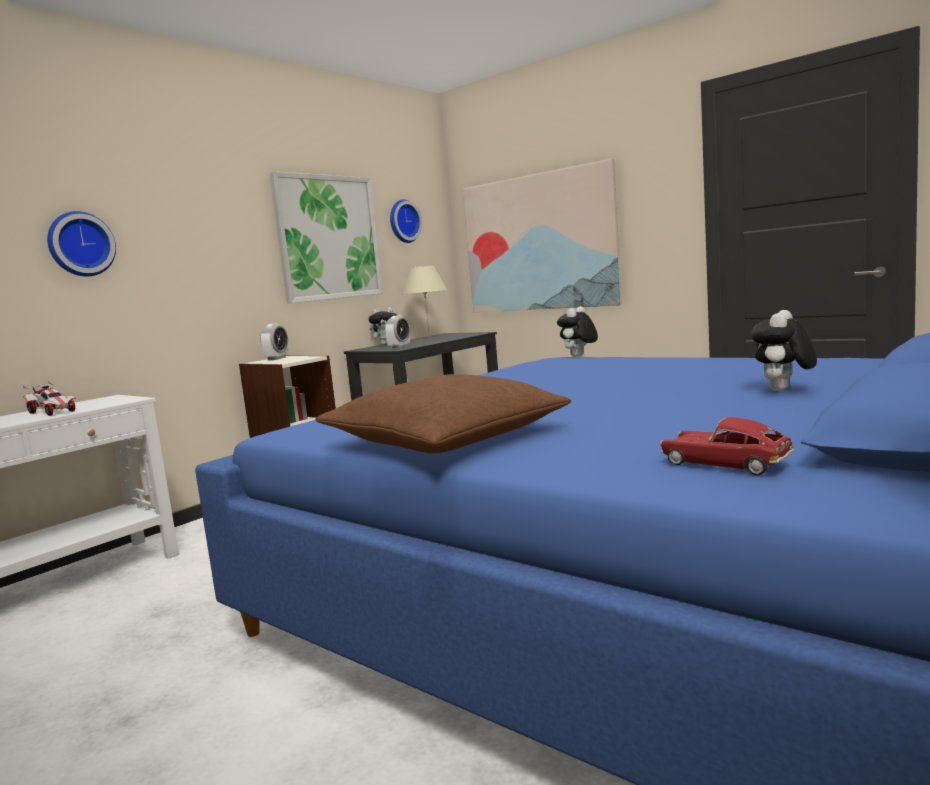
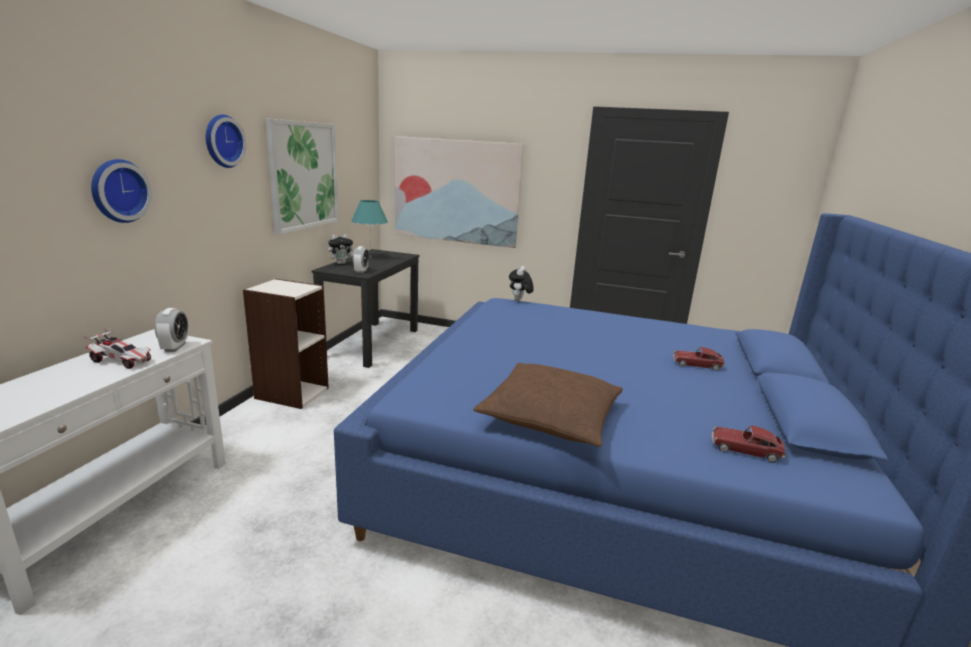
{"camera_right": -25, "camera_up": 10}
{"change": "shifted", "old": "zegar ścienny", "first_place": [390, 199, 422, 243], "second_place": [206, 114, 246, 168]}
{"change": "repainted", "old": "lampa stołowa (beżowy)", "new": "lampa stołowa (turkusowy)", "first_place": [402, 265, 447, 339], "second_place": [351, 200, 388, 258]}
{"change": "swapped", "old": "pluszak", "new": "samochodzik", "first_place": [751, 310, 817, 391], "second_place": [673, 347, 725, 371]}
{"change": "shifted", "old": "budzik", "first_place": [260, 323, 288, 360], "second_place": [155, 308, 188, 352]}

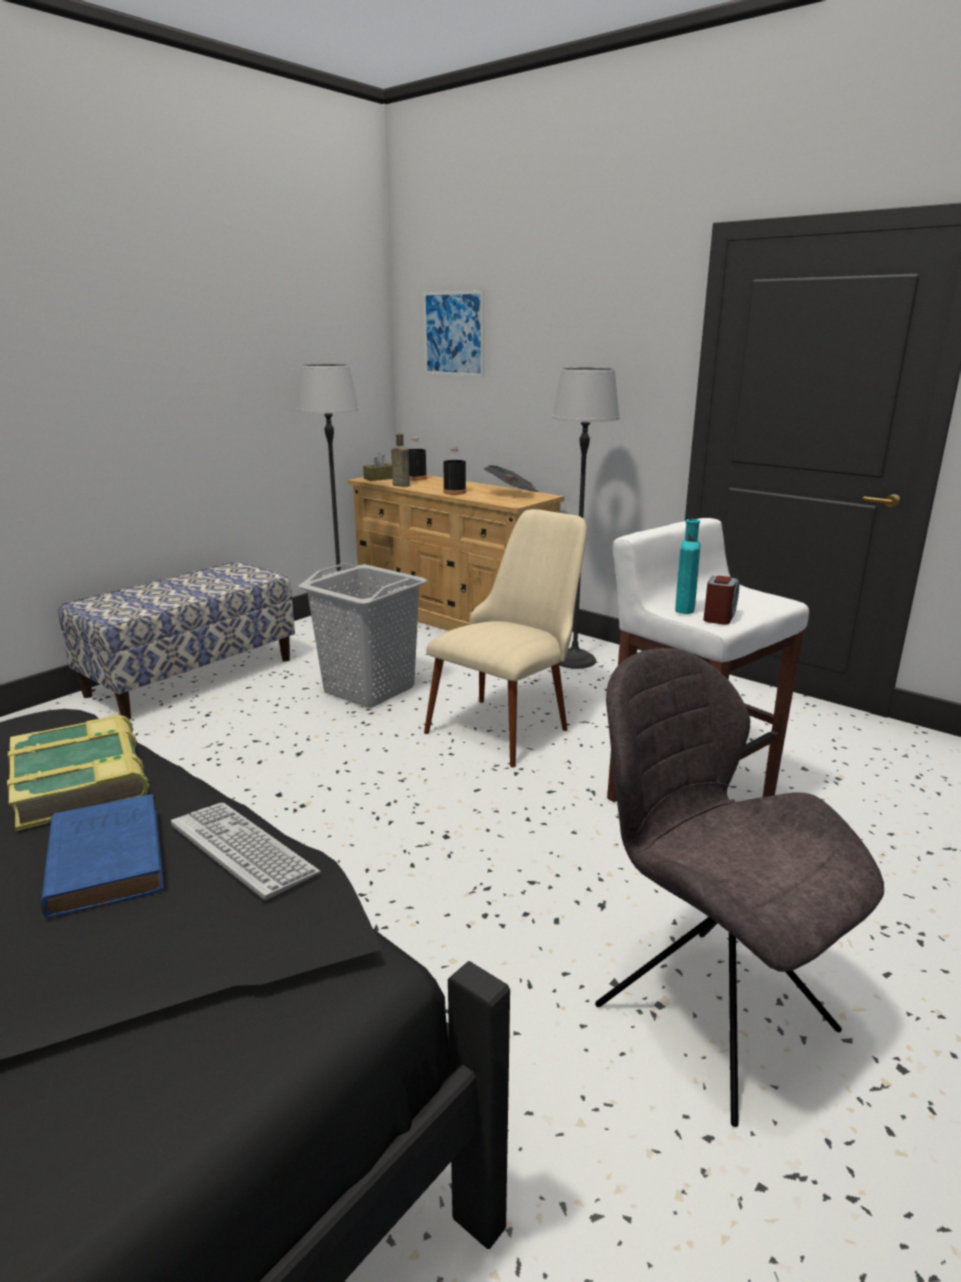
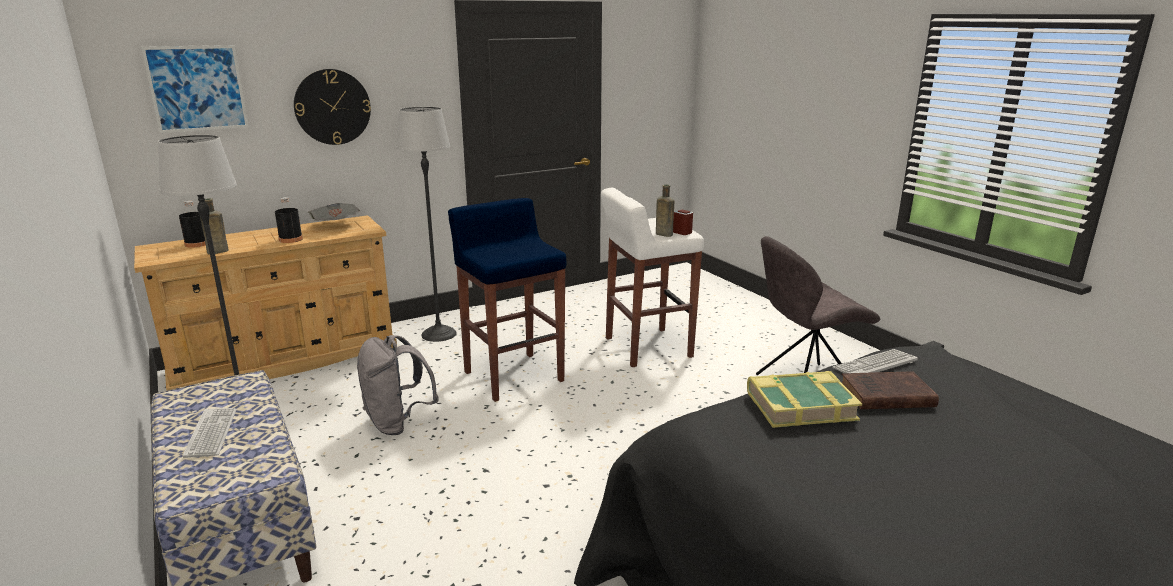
{"camera_right": -70, "camera_up": 0}
{"change": "gone", "old": "pudełko chusteczek (brązowy)", "first_place": [363, 453, 393, 481]}
{"change": "swapped", "old": "krzesło (beżowy)", "new": "stołek (niebieski)", "first_place": [424, 509, 587, 767], "second_place": [448, 198, 566, 402]}
{"change": "repainted", "old": "butelka (turkusowy)", "new": "butelka (brązowy)", "first_place": [675, 519, 700, 614], "second_place": [656, 184, 674, 237]}
{"change": "swapped", "old": "kosz na pranie (szary)", "new": "plecak (szary)", "first_place": [298, 563, 427, 708], "second_place": [357, 335, 439, 435]}
{"change": "repainted", "old": "książka (niebieski)", "new": "książka (brązowy)", "first_place": [41, 794, 164, 919], "second_place": [841, 371, 939, 409]}
{"change": "new", "new": "zegar ścienny", "second_place": [294, 69, 371, 145]}
{"change": "new", "new": "klawiatura", "second_place": [183, 408, 237, 458]}

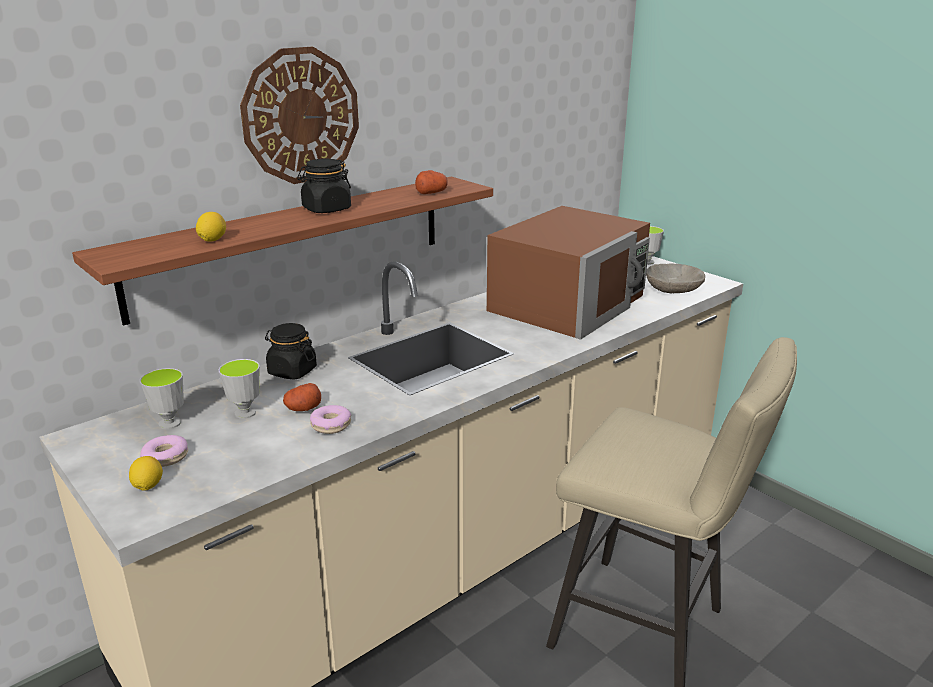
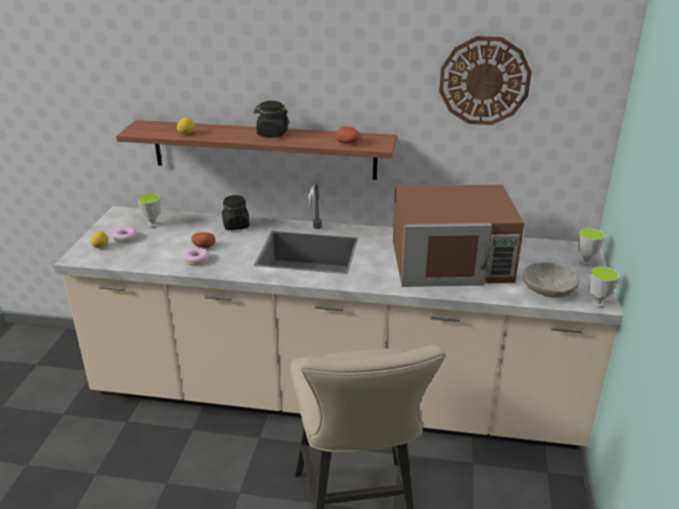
{"camera_right": 50, "camera_up": 5}
{"change": "shifted", "old": "zegar ścienny", "first_place": [240, 47, 359, 184], "second_place": [439, 36, 532, 125]}
{"change": "shifted", "old": "filiżanka", "first_place": [219, 359, 260, 419], "second_place": [589, 267, 619, 307]}

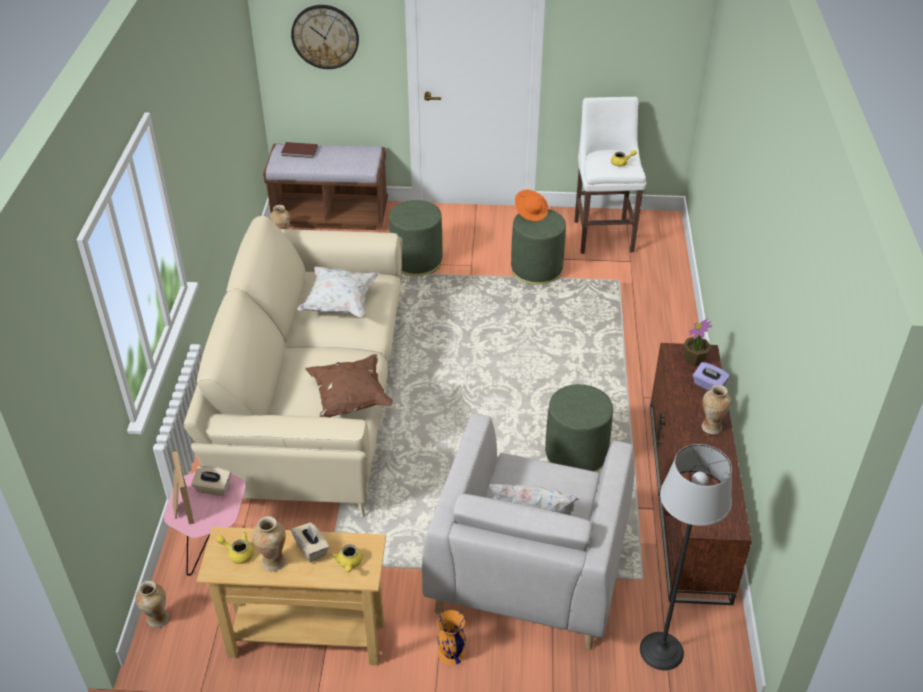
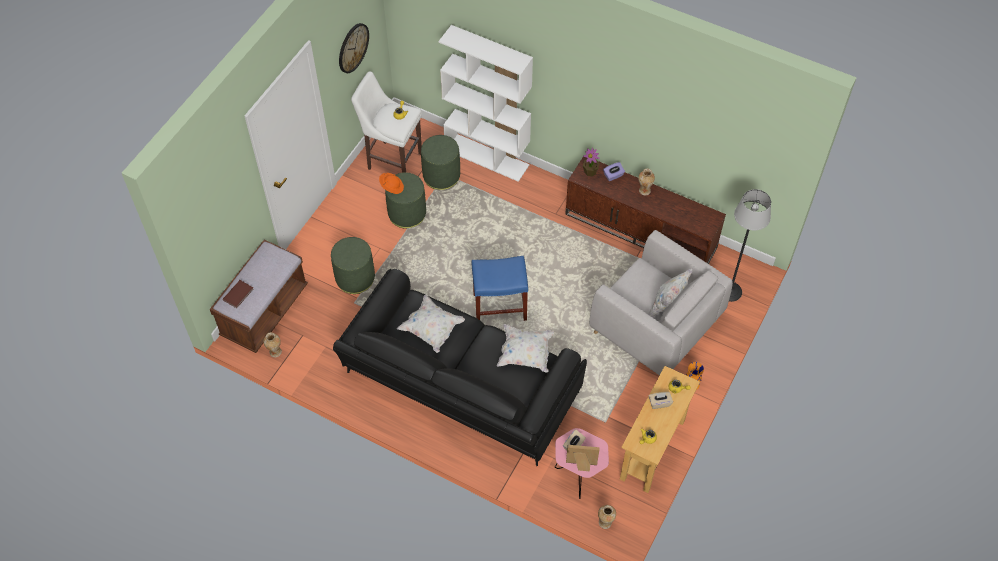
{"camera_right": -65, "camera_up": 15}
{"change": "shifted", "old": "zegar ścienny", "first_place": [291, 5, 359, 69], "second_place": [339, 23, 369, 73]}
{"change": "repainted", "old": "kanapa (beżowy)", "new": "kanapa (czarny)", "first_place": [184, 216, 403, 517], "second_place": [333, 269, 587, 466]}
{"change": "repainted", "old": "poduszka (brązowy)", "new": "poduszka (biały)", "first_place": [305, 354, 393, 417], "second_place": [497, 324, 554, 373]}
{"change": "shifted", "old": "pufa (zielony)", "first_place": [545, 384, 613, 472], "second_place": [421, 135, 460, 190]}
{"change": "gone", "old": "wazon", "first_place": [252, 516, 286, 571]}
{"change": "new", "new": "regał (biały)", "second_place": [439, 25, 533, 182]}
{"change": "new", "new": "stołek (niebieski)", "second_place": [471, 256, 528, 321]}

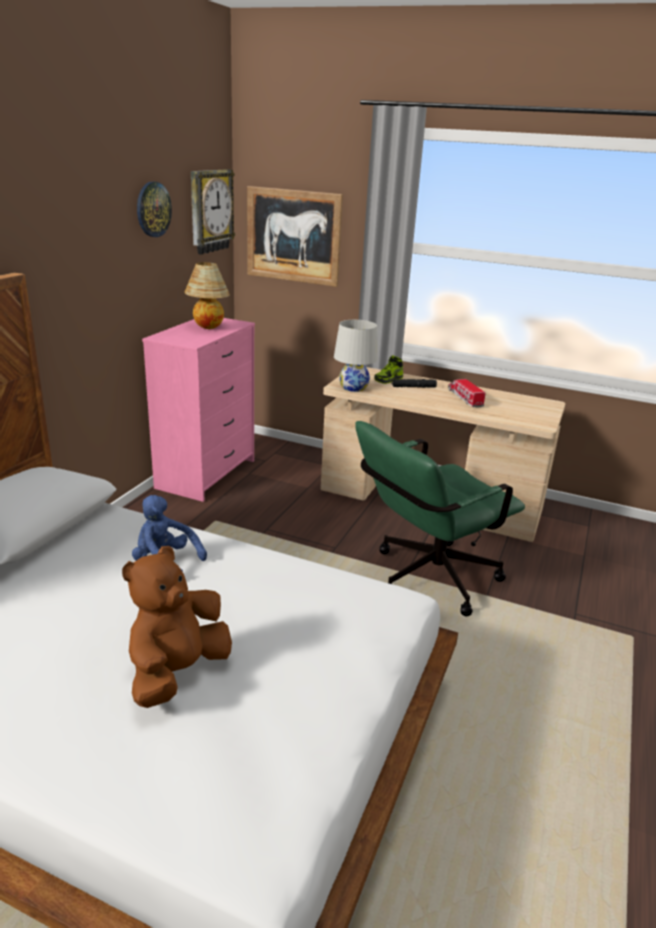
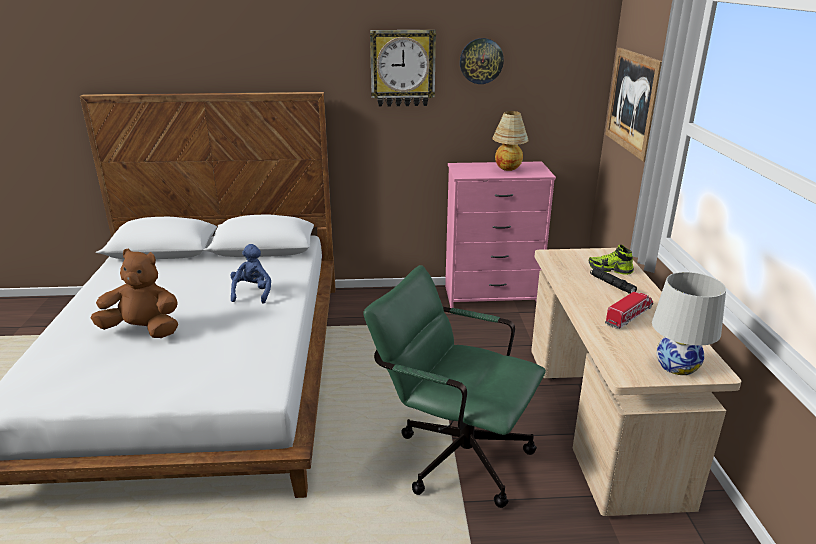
{"camera_right": 65, "camera_up": 0}
{"change": "shifted", "old": "zegar ścienny", "first_place": [191, 169, 235, 255], "second_place": [370, 30, 436, 107]}
{"change": "shifted", "old": "lampa stołowa (biały)", "first_place": [334, 320, 378, 392], "second_place": [652, 272, 726, 375]}

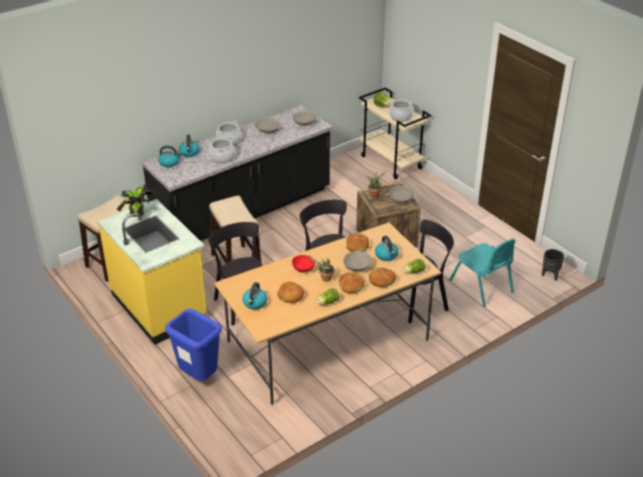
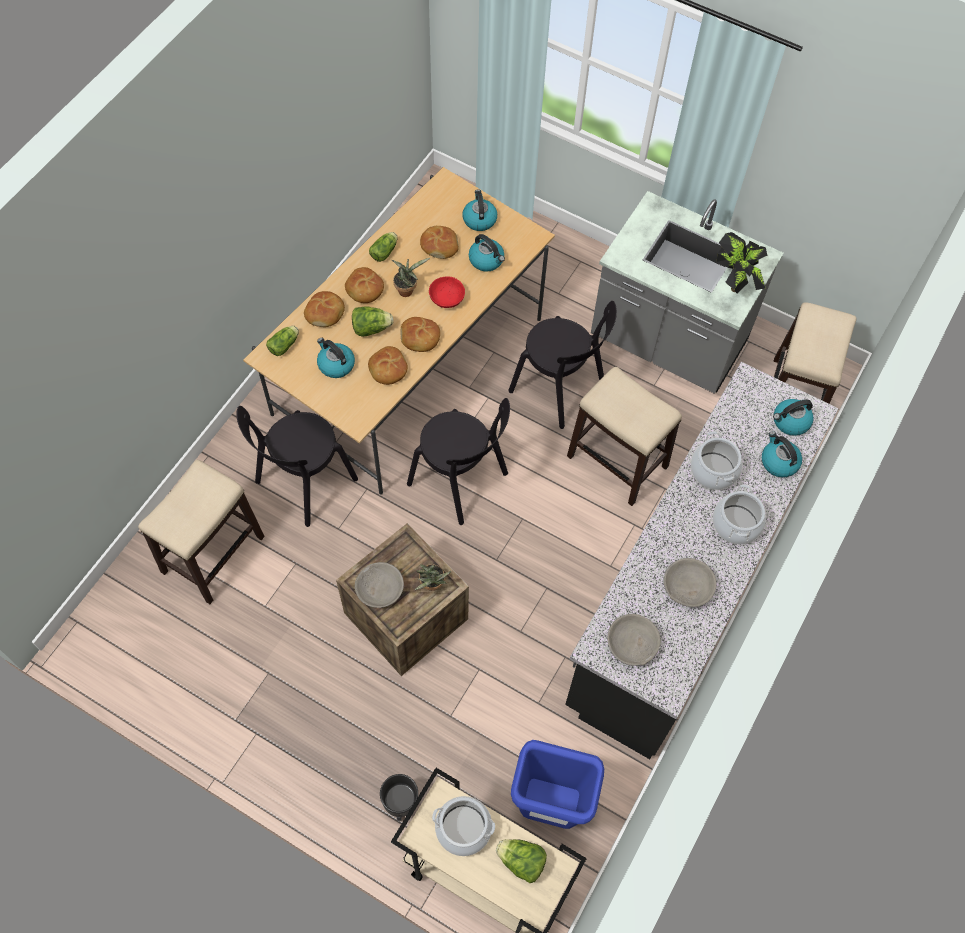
{"camera_right": 155, "camera_up": 25}
{"change": "repainted", "old": "zabudowa kuchenna (żółty)", "new": "zabudowa kuchenna (szary)", "first_place": [98, 199, 207, 345], "second_place": [591, 191, 784, 394]}
{"change": "swapped", "old": "krzesło (turkusowy)", "new": "stołek", "first_place": [449, 239, 515, 307], "second_place": [138, 460, 265, 604]}
{"change": "shifted", "old": "donica (czarny)", "first_place": [542, 249, 564, 281], "second_place": [380, 774, 418, 821]}
{"change": "swapped", "old": "miska (szary)", "new": "sałata", "first_place": [343, 251, 372, 271], "second_place": [352, 306, 393, 337]}
{"change": "shifted", "old": "kosz na śmieci (niebieski)", "first_place": [165, 309, 222, 381], "second_place": [511, 740, 604, 829]}
{"change": "new", "new": "czajnik", "second_place": [469, 234, 505, 272]}
{"change": "new", "new": "chleb", "second_place": [400, 317, 440, 352]}

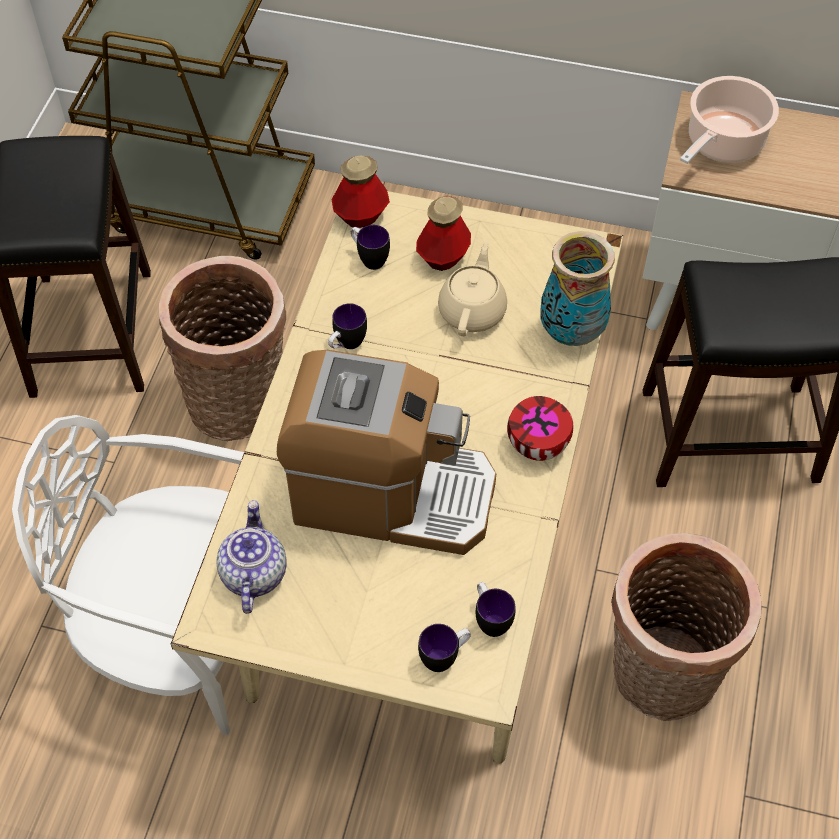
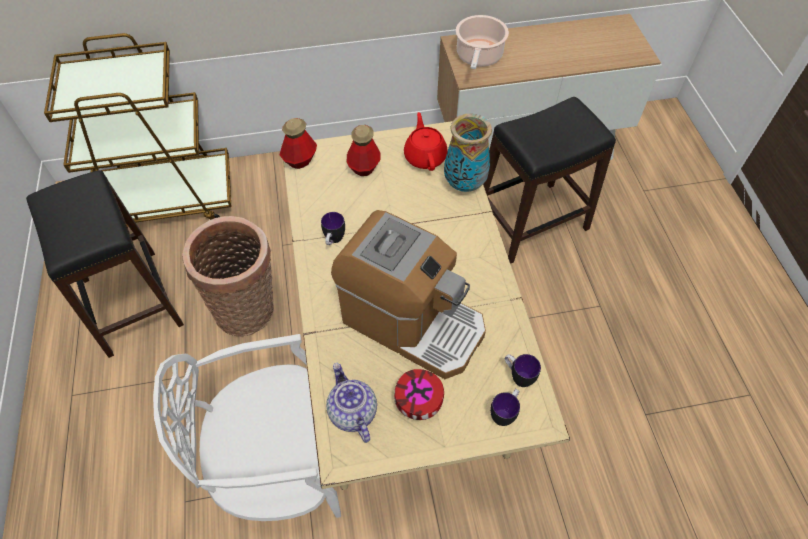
{"camera_right": -25, "camera_up": 0}
{"change": "gone", "old": "kubek", "first_place": [351, 225, 390, 270]}
{"change": "gone", "old": "imbryk (beżowy)", "first_place": [438, 241, 507, 336]}
{"change": "rotated", "old": "ekspres do kawy", "first_place": [277, 350, 496, 555], "second_place": [331, 210, 486, 379], "degrees": 45}
{"change": "shifted", "old": "miska", "first_place": [507, 396, 573, 461], "second_place": [394, 369, 444, 420]}
{"change": "gone", "old": "koszyk", "first_place": [611, 533, 762, 721]}
{"change": "new", "new": "imbryk (czerwony)", "second_place": [404, 112, 448, 171]}

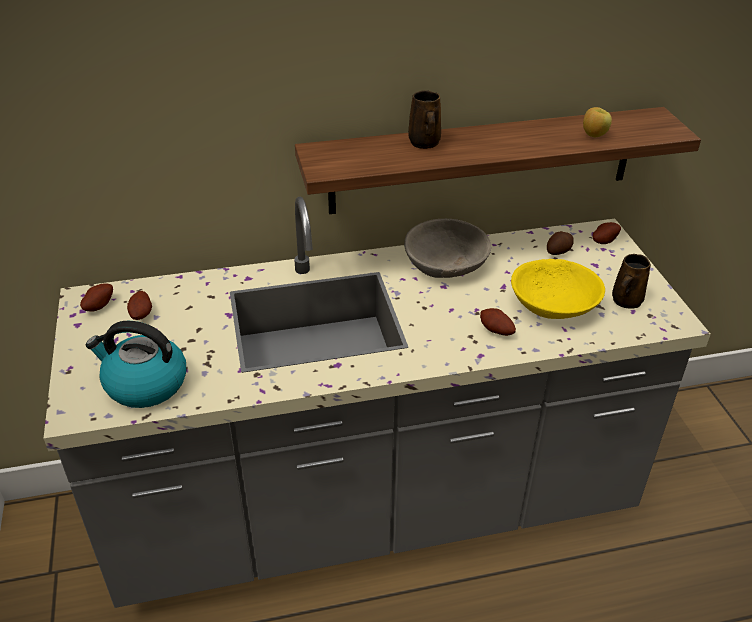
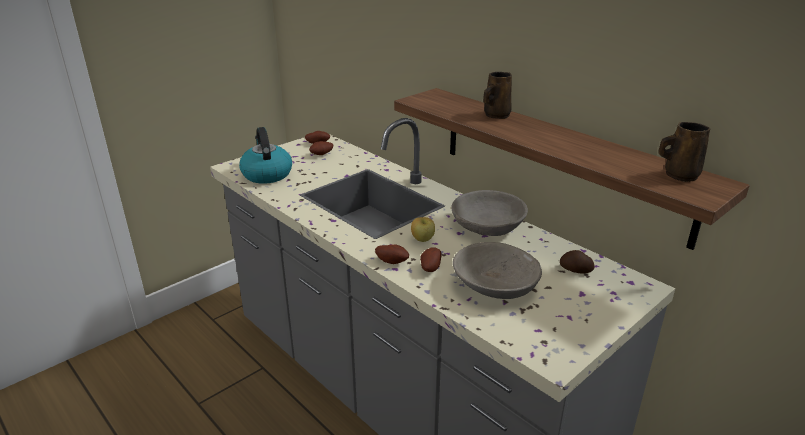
{"camera_right": 60, "camera_up": -10}
{"change": "shifted", "old": "jabłko", "first_place": [583, 107, 612, 137], "second_place": [411, 217, 435, 242]}
{"change": "shifted", "old": "ziemniak", "first_place": [593, 222, 621, 244], "second_place": [375, 244, 409, 264]}
{"change": "shifted", "old": "kubek (brązowy)", "first_place": [612, 254, 651, 309], "second_place": [658, 122, 710, 182]}
{"change": "repainted", "old": "miska (żółty)", "new": "miska (szary)", "first_place": [511, 259, 605, 319], "second_place": [453, 242, 542, 299]}

